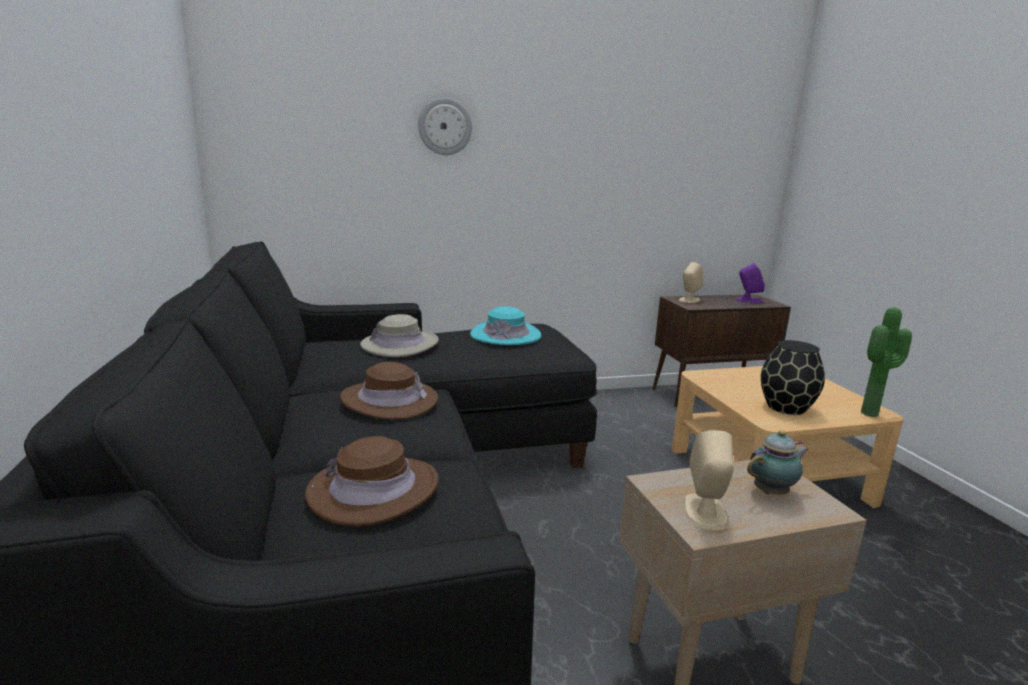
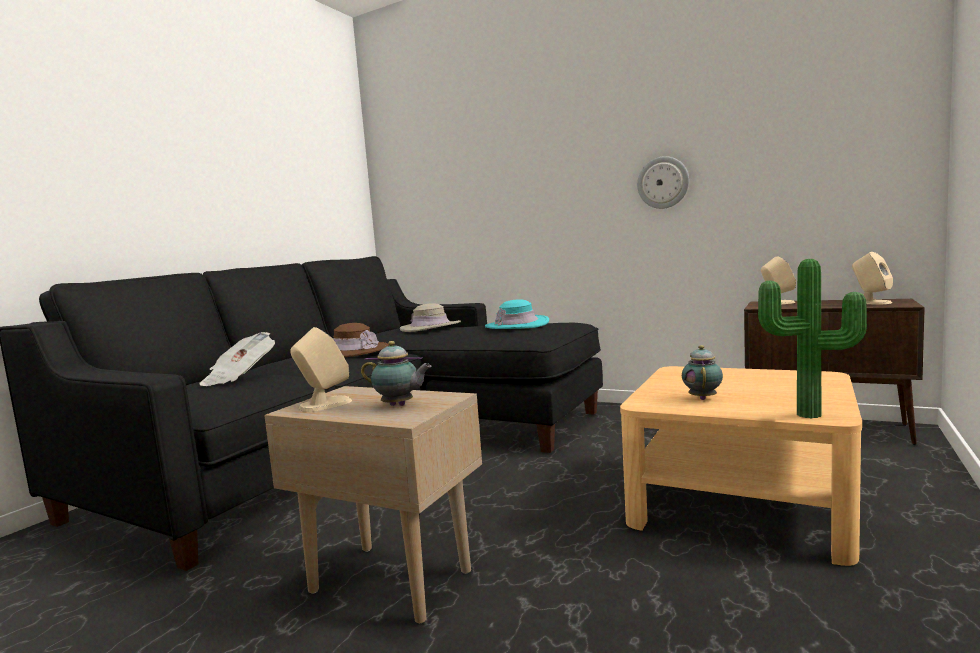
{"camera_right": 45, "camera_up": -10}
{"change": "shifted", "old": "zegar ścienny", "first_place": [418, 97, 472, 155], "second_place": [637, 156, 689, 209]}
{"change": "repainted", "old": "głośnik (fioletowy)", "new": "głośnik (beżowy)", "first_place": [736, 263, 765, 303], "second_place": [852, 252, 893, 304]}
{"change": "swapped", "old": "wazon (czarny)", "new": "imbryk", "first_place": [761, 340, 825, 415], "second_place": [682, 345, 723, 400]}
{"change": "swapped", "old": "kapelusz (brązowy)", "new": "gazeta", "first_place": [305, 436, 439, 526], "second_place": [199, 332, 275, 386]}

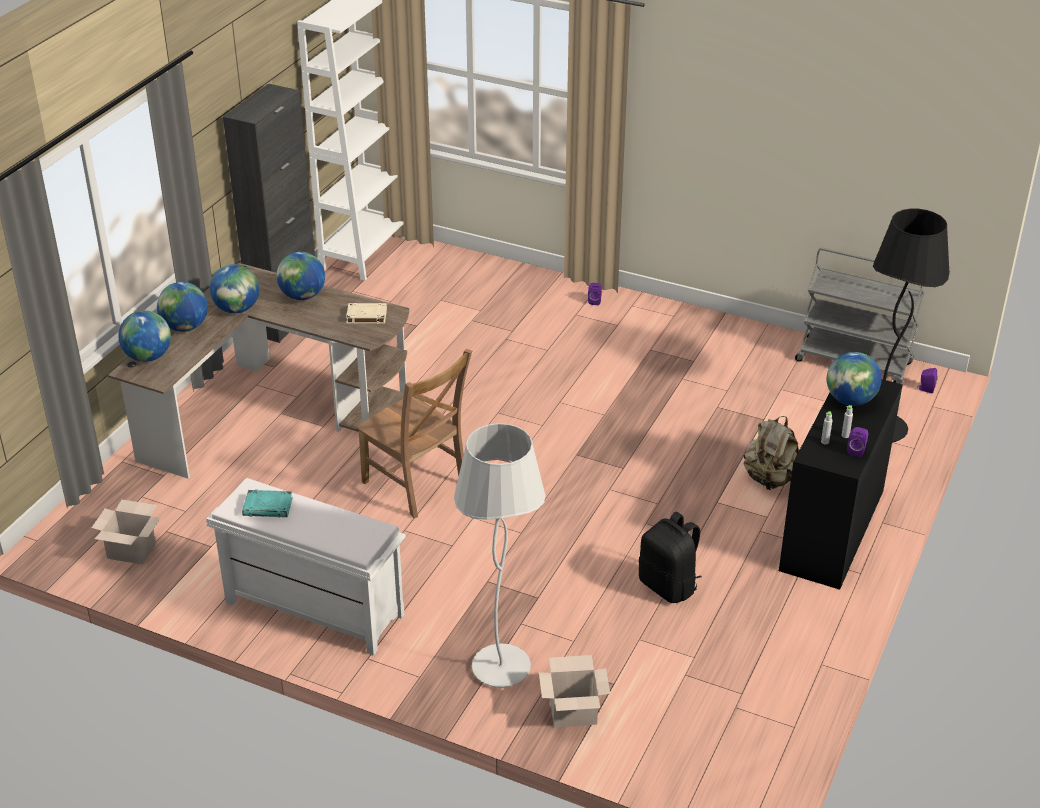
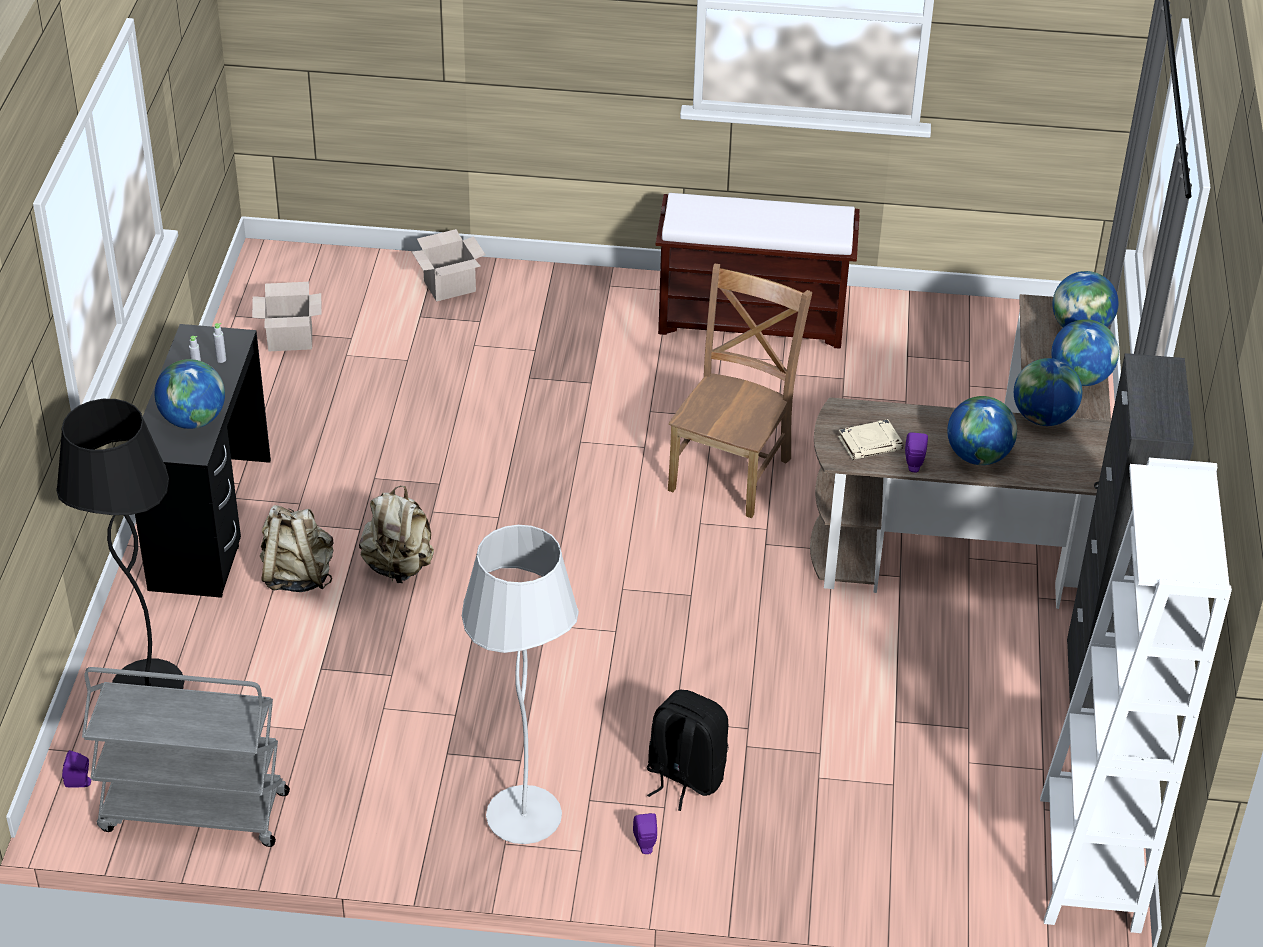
{"camera_right": 160, "camera_up": 5}
{"change": "rotated", "old": "krzesło (brązowy)", "first_place": [356, 349, 472, 518], "second_place": [668, 264, 812, 518], "degrees": 90}
{"change": "shifted", "old": "lampa stojąca (biały)", "first_place": [454, 423, 546, 688], "second_place": [462, 525, 579, 844]}
{"change": "shifted", "old": "głośnik (fioletowy)", "first_place": [847, 427, 868, 457], "second_place": [905, 433, 928, 472]}
{"change": "repainted", "old": "ławka (biały)", "new": "ławka (brązowy)", "first_place": [206, 478, 406, 656], "second_place": [656, 193, 860, 349]}
{"change": "gone", "old": "książka (turkusowy)", "first_place": [242, 490, 293, 518]}
{"change": "shifted", "old": "karton", "first_place": [92, 499, 161, 565], "second_place": [252, 282, 322, 351]}
{"change": "shifted", "old": "plecak (czarny)", "first_place": [639, 511, 702, 603], "second_place": [647, 690, 728, 811]}
{"change": "new", "new": "plecak (beżowy)", "second_place": [359, 486, 434, 584]}

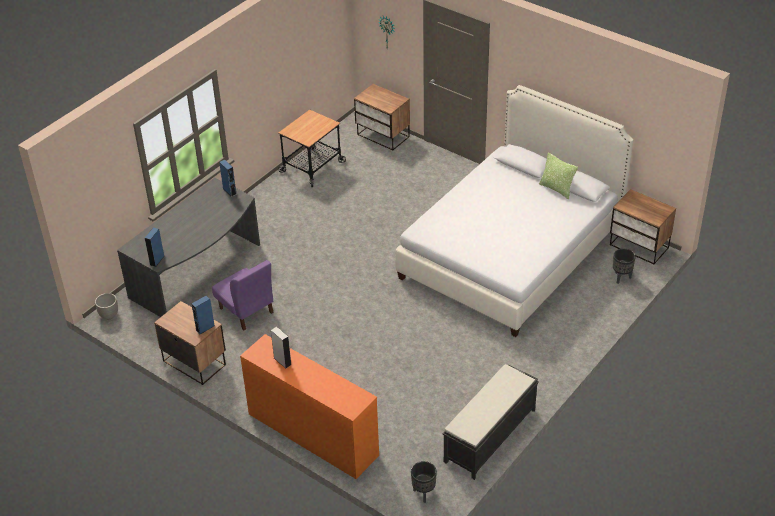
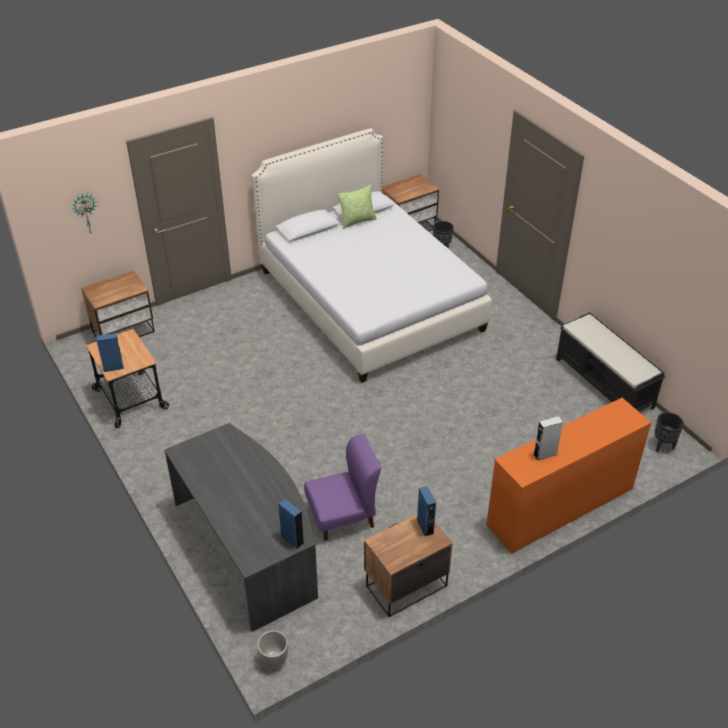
{"camera_right": -70, "camera_up": 0}
{"change": "shifted", "old": "głośnik (niebieski)", "first_place": [219, 160, 236, 197], "second_place": [96, 333, 124, 372]}

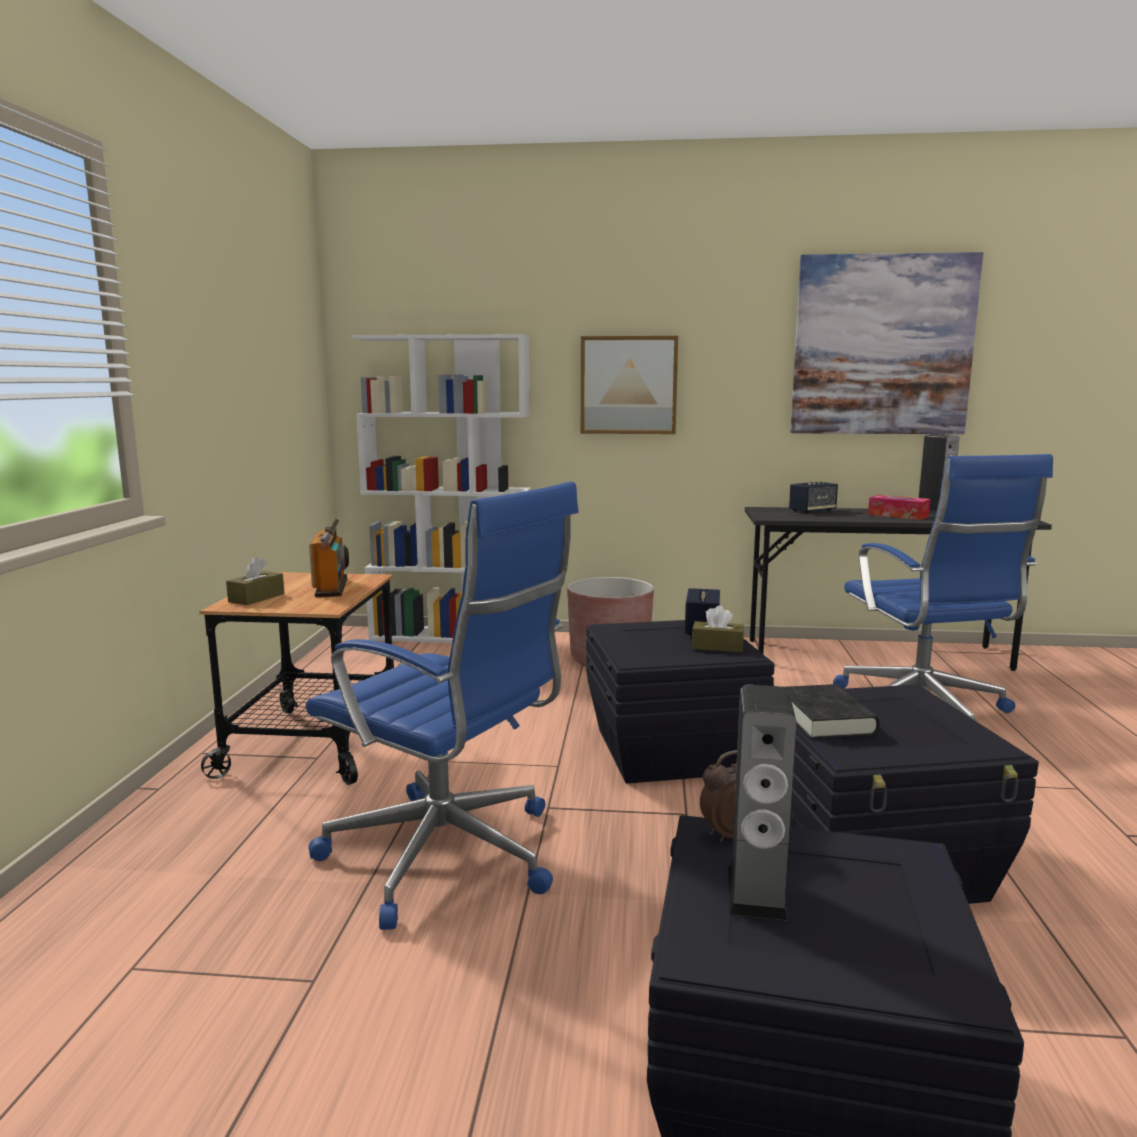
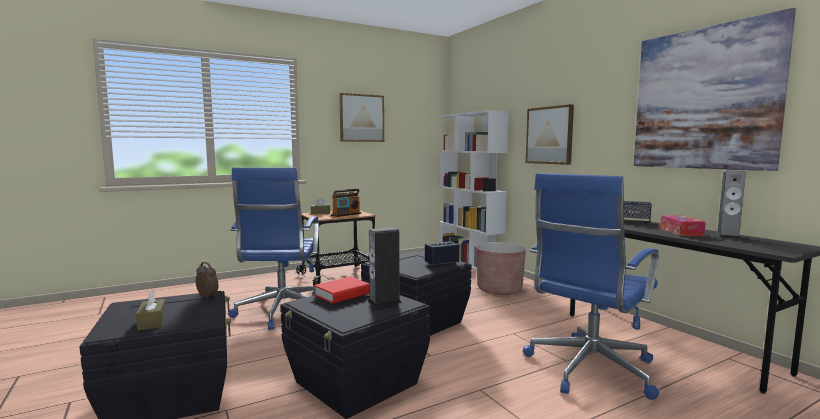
{"camera_right": 55, "camera_up": -5}
{"change": "shifted", "old": "pudełko chusteczek (brązowy)", "first_place": [692, 606, 744, 653], "second_place": [136, 290, 166, 330]}
{"change": "repainted", "old": "książka (czarny)", "new": "książka (czerwony)", "first_place": [785, 684, 880, 740], "second_place": [314, 277, 370, 304]}
{"change": "shifted", "old": "głośnik", "first_place": [728, 685, 796, 921], "second_place": [368, 227, 402, 307]}
{"change": "new", "new": "obraz", "second_place": [339, 93, 384, 142]}

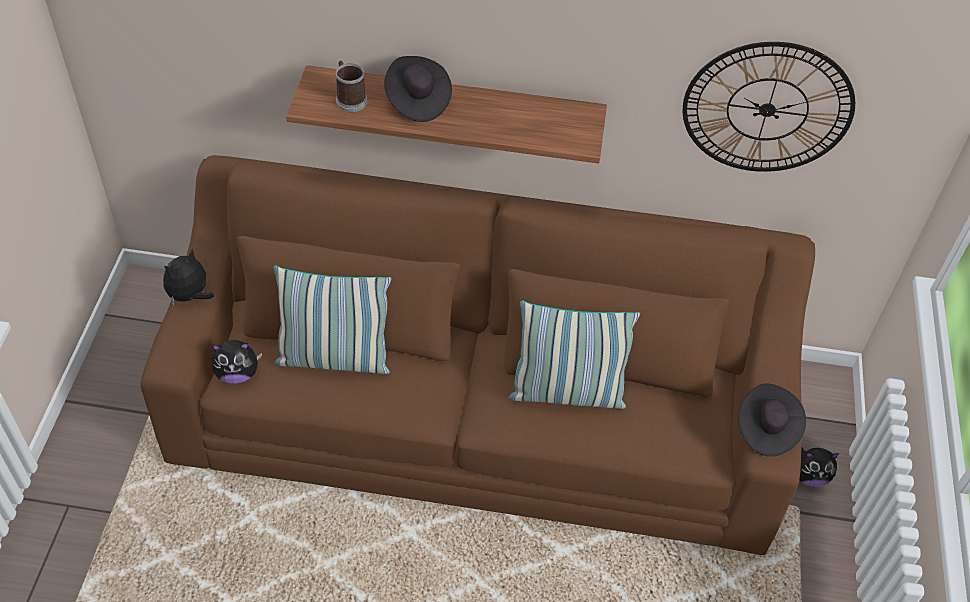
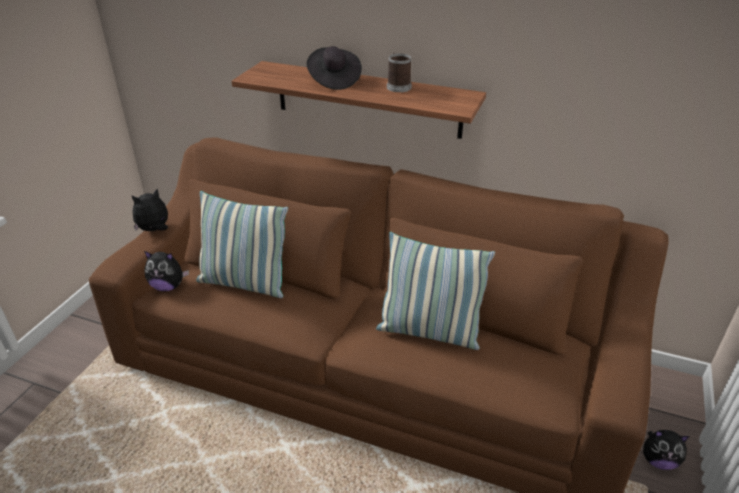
{"camera_right": 15, "camera_up": -15}
{"change": "gone", "old": "zegar ścienny", "first_place": [683, 42, 855, 172]}
{"change": "shifted", "old": "kubek", "first_place": [336, 61, 367, 112], "second_place": [387, 53, 412, 92]}
{"change": "gone", "old": "kapelusz (czarny)", "first_place": [738, 383, 806, 457]}

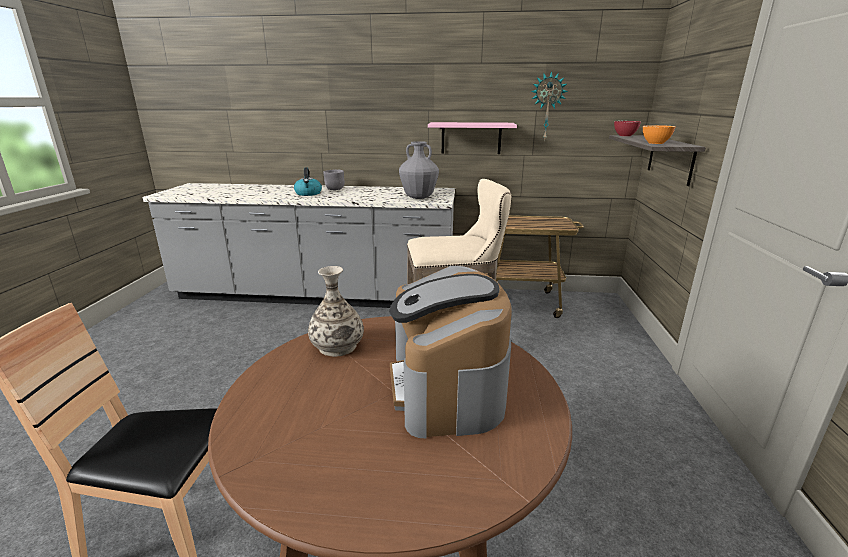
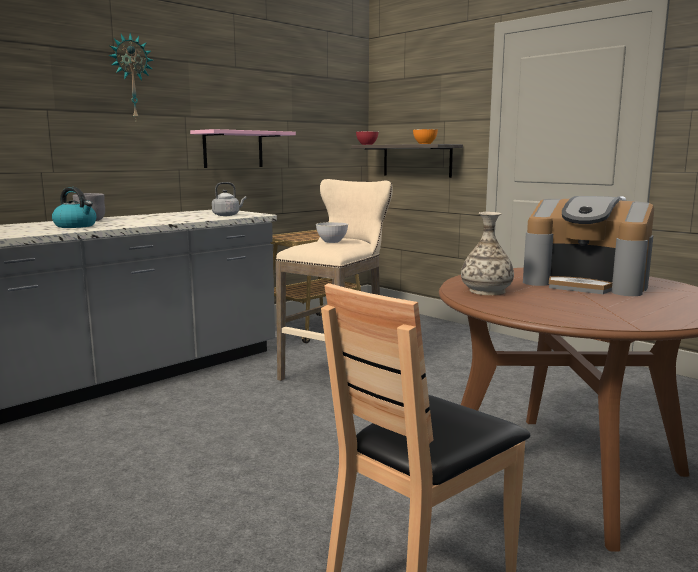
{"camera_right": -50, "camera_up": -10}
{"change": "shifted", "old": "zegar ścienny", "first_place": [531, 71, 568, 141], "second_place": [109, 33, 154, 119]}
{"change": "swapped", "old": "wazon (szary)", "new": "czajnik (szary)", "first_place": [399, 141, 439, 199], "second_place": [212, 182, 246, 216]}
{"change": "new", "new": "miska (szary)", "second_place": [316, 222, 348, 243]}

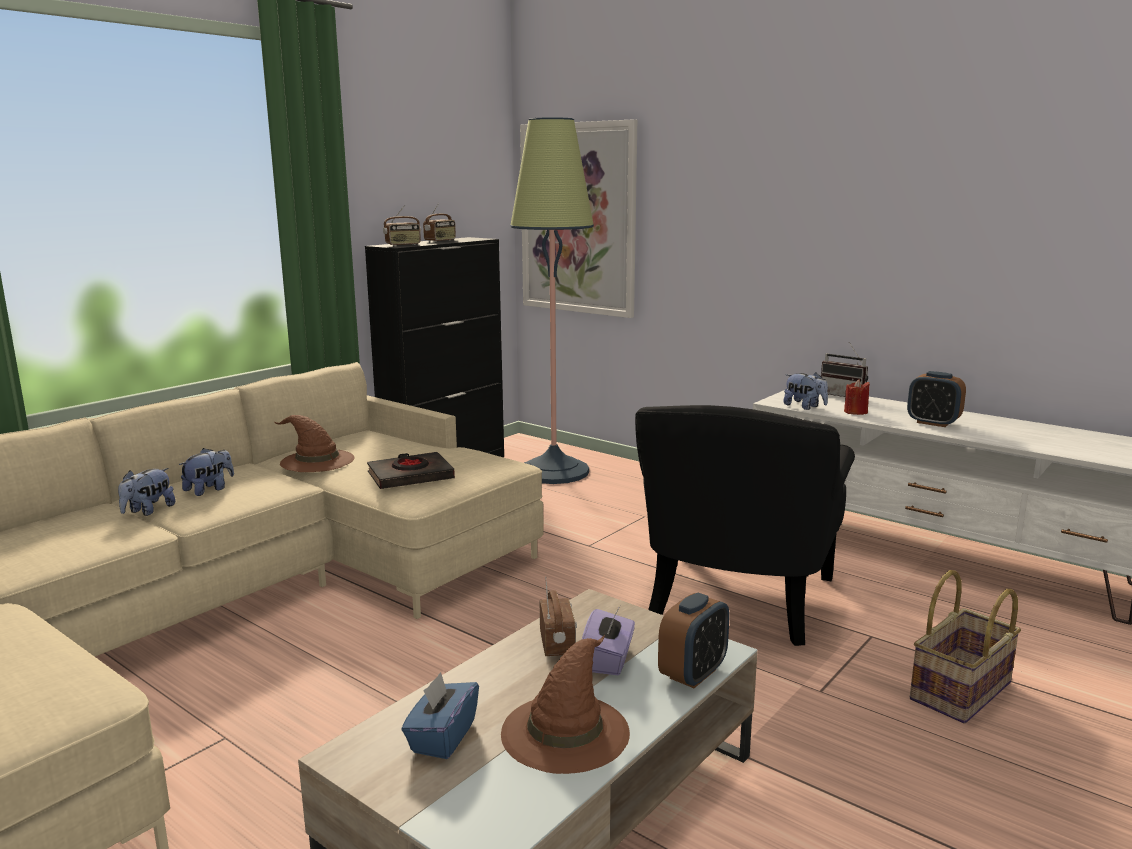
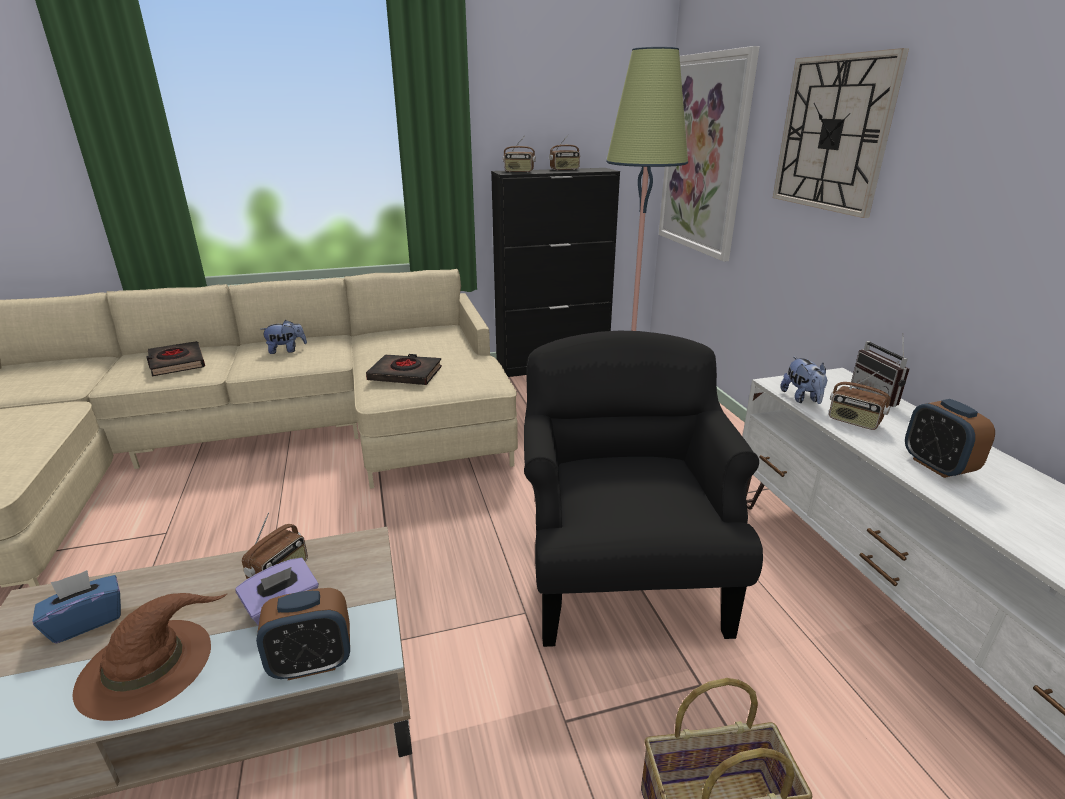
{"camera_right": 35, "camera_up": 10}
{"change": "swapped", "old": "świeca (czerwony)", "new": "radio", "first_place": [844, 379, 870, 415], "second_place": [829, 371, 891, 430]}
{"change": "rotated", "old": "fotel (czarny)", "first_place": [635, 405, 855, 646], "second_place": [524, 331, 763, 647], "degrees": 120}
{"change": "gone", "old": "kapelusz (brązowy)", "first_place": [274, 415, 354, 472]}
{"change": "gone", "old": "pluszak", "first_place": [118, 468, 176, 516]}
{"change": "new", "new": "zegar ścienny", "second_place": [773, 48, 909, 218]}
{"change": "new", "new": "książka (czarny)", "second_place": [146, 341, 205, 376]}

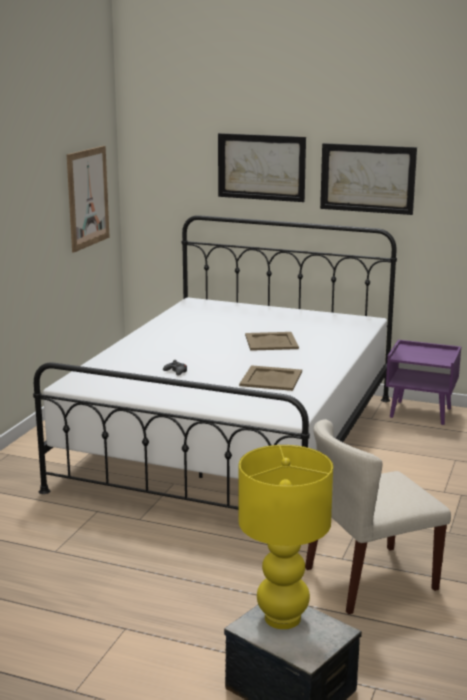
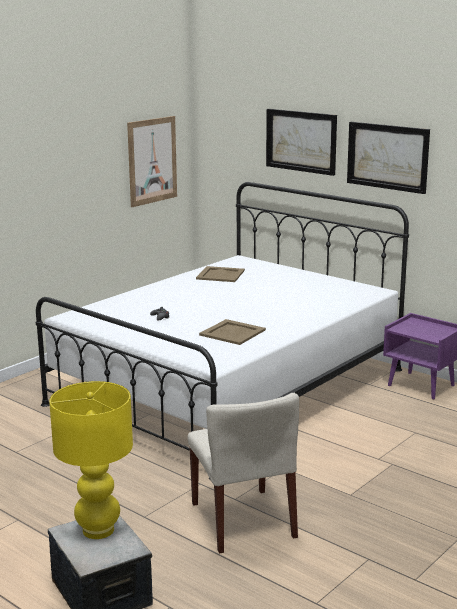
{"camera_right": 20, "camera_up": 0}
{"change": "shifted", "old": "taca (beżowy)", "first_place": [245, 332, 299, 351], "second_place": [196, 266, 245, 282]}
{"change": "rotated", "old": "krzesło (beżowy)", "first_place": [305, 419, 451, 615], "second_place": [188, 393, 299, 554], "degrees": -105}

